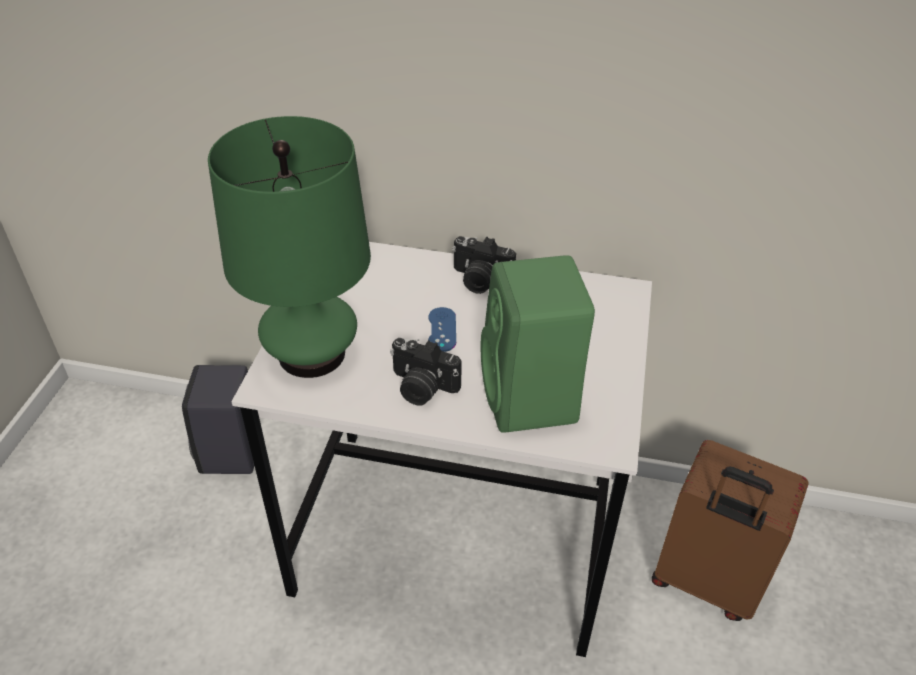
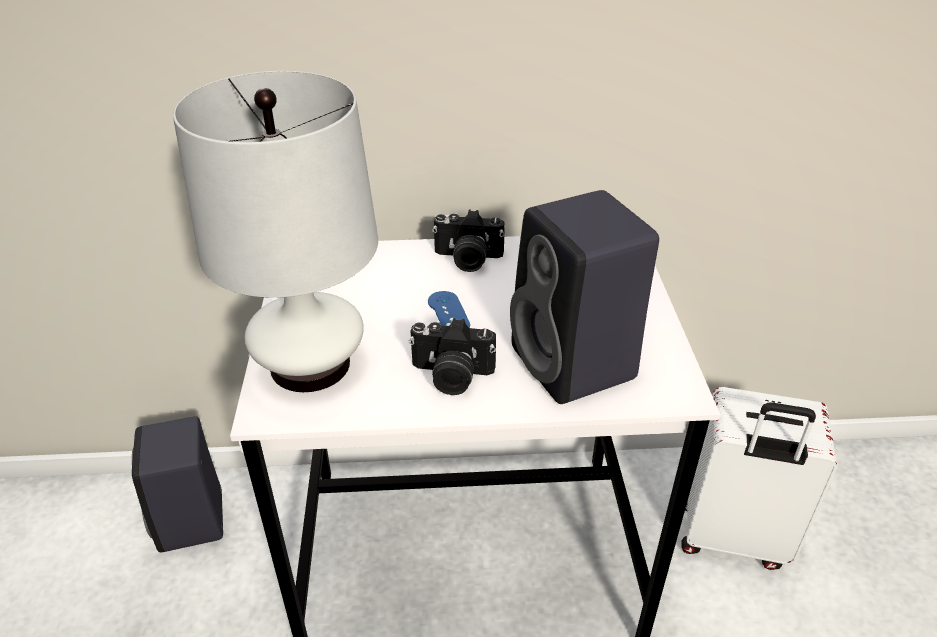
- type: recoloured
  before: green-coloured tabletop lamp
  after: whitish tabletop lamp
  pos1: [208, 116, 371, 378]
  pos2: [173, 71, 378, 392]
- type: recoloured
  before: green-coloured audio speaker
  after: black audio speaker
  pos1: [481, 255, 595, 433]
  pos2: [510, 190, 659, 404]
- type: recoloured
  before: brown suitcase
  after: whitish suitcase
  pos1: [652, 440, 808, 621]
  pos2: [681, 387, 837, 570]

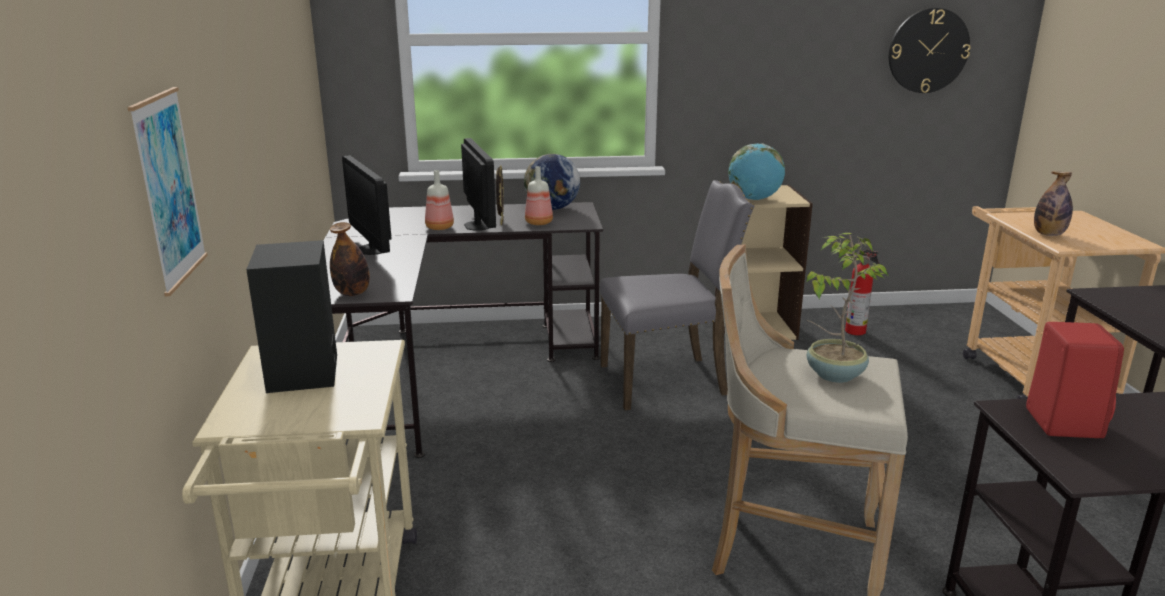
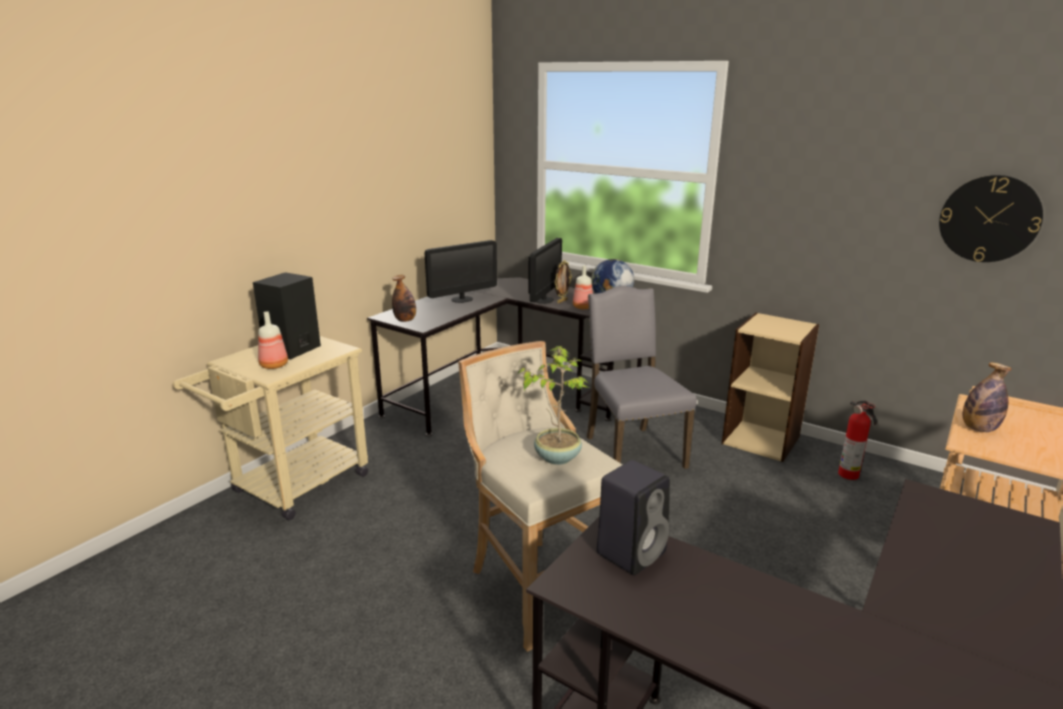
- type: removed
  before: wall art
  pos1: [127, 87, 208, 296]
- type: removed
  before: globe
  pos1: [728, 144, 785, 200]
- type: moved
  before: bottle
  pos1: [425, 170, 454, 230]
  pos2: [258, 311, 288, 369]
- type: recoloured
  before: red audio speaker
  after: black audio speaker
  pos1: [1026, 322, 1124, 438]
  pos2: [597, 460, 670, 575]
- type: turned
  before: monitor
  pos1: [342, 155, 392, 255]
  pos2: [425, 240, 497, 303]
  turn: -135
- type: turned
  before: gray chair
  pos1: [600, 180, 754, 410]
  pos2: [587, 286, 697, 469]
  turn: -135

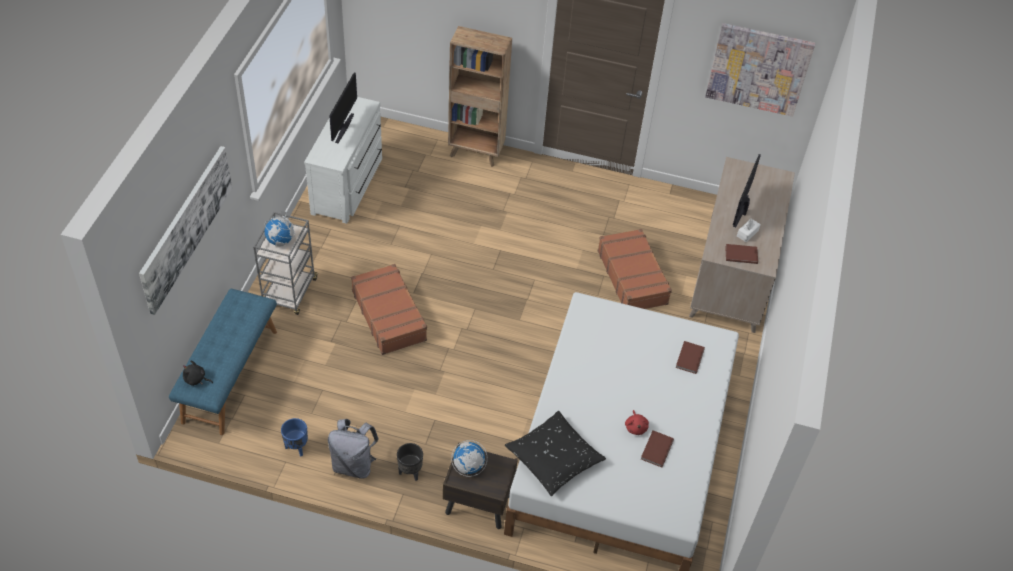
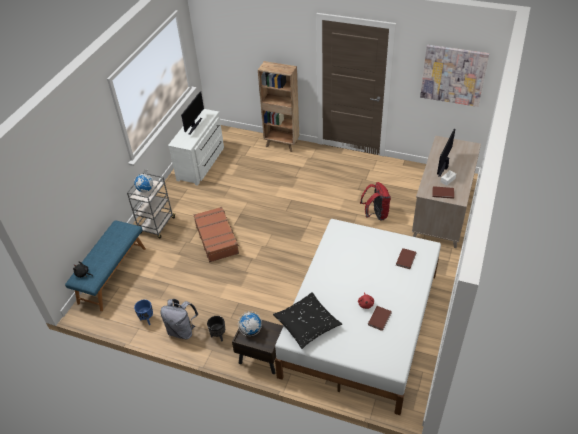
- type: removed
  before: wall art
  pos1: [139, 146, 232, 315]
- type: replaced
  before: brown suitcase
  after: red rucksack
  pos1: [598, 229, 672, 309]
  pos2: [360, 182, 391, 220]

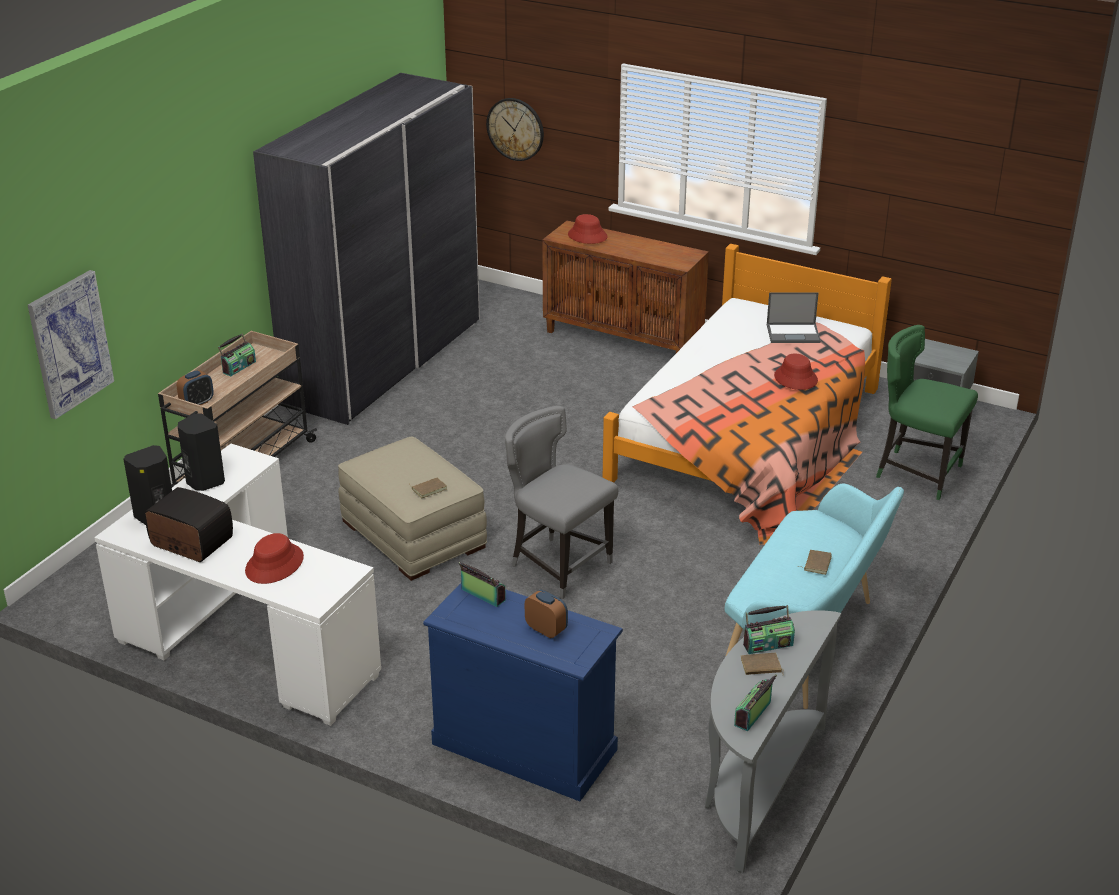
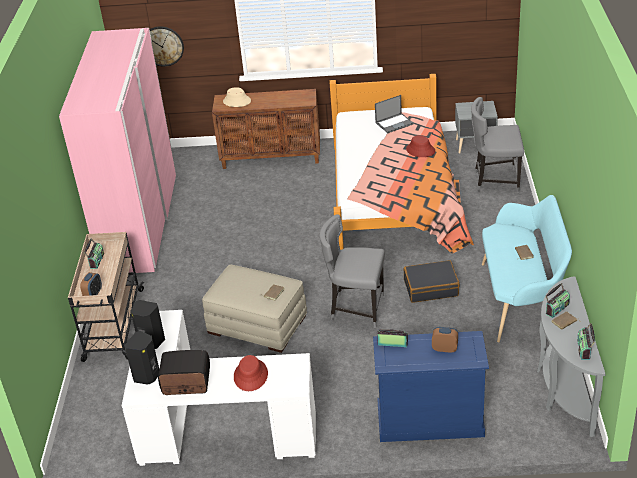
- type: removed
  before: wall art
  pos1: [28, 270, 114, 419]
- type: added
  after: black suitcase
  pos2: [404, 260, 459, 303]
- type: recoloured
  before: gray armoire
  after: pinkish armoire
  pos1: [253, 73, 480, 425]
  pos2: [59, 28, 176, 273]
- type: recoloured
  before: red clothing hat
  after: beige-coloured clothing hat
  pos1: [568, 214, 608, 244]
  pos2: [223, 87, 251, 107]
- type: recoloured
  before: green-coloured chair
  after: gray chair
  pos1: [876, 325, 978, 500]
  pos2: [471, 97, 524, 193]

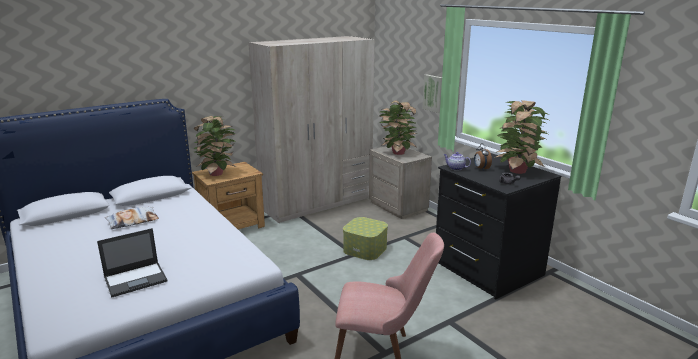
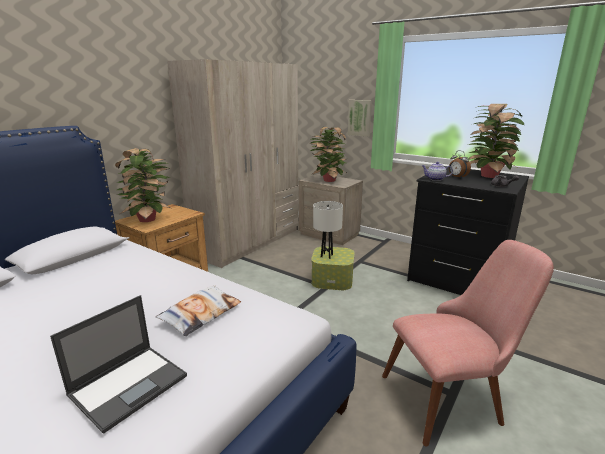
- type: added
  after: whitish tabletop lamp
  pos2: [313, 201, 343, 259]
- type: moved
  before: cushion
  pos1: [105, 207, 159, 230]
  pos2: [156, 285, 241, 336]

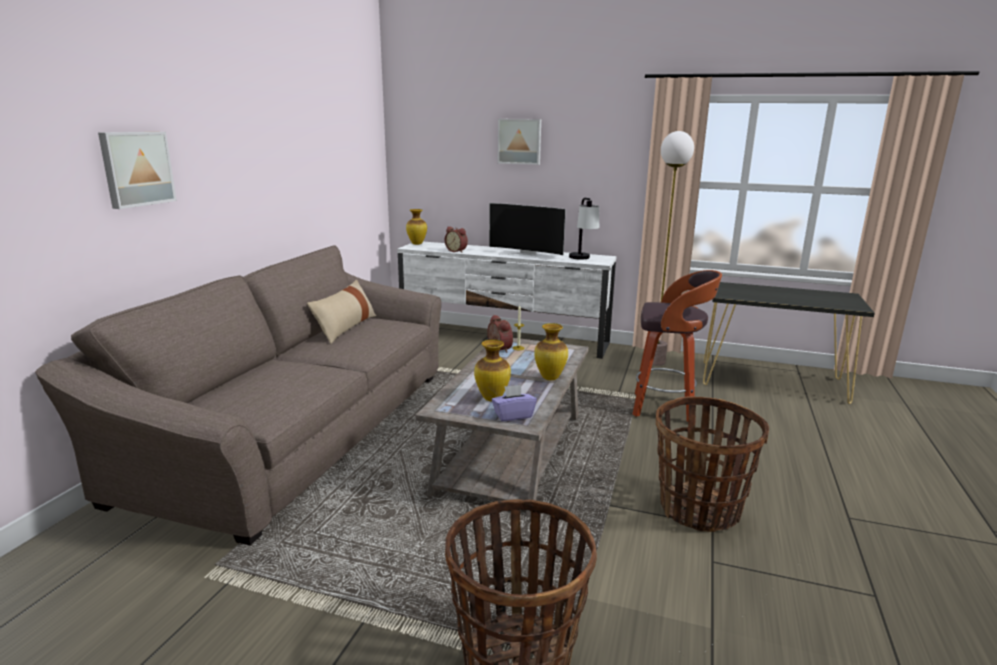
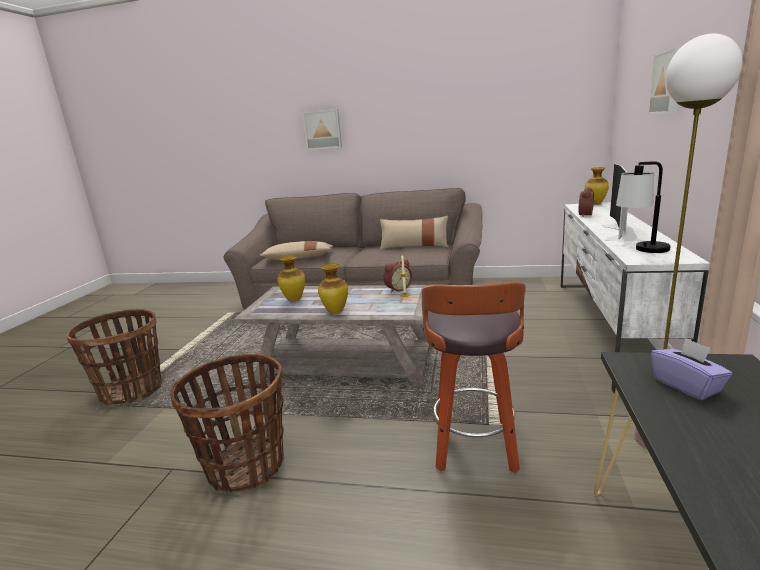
- type: added
  after: beige-coloured cushion
  pos2: [260, 241, 333, 260]
- type: moved
  before: purple-coloured tissue box
  pos1: [492, 385, 537, 421]
  pos2: [651, 338, 732, 400]

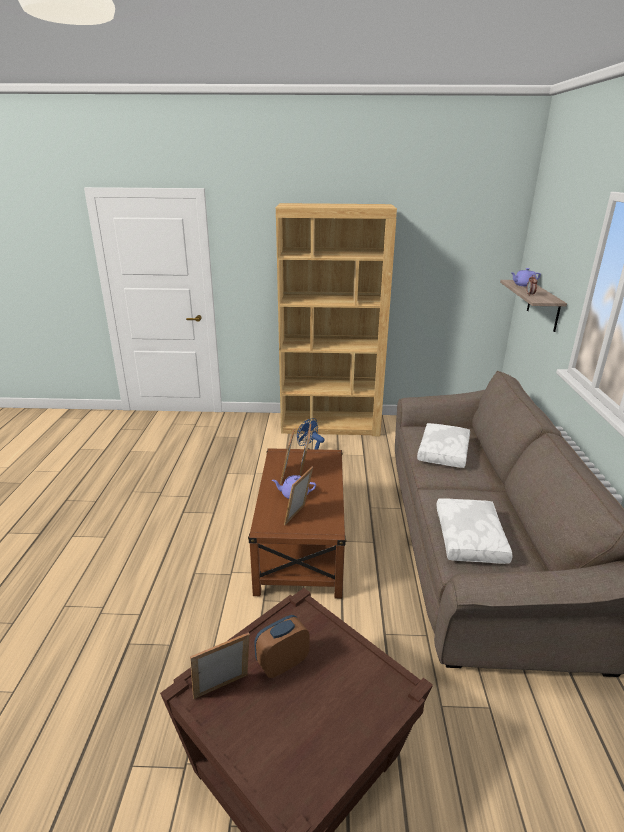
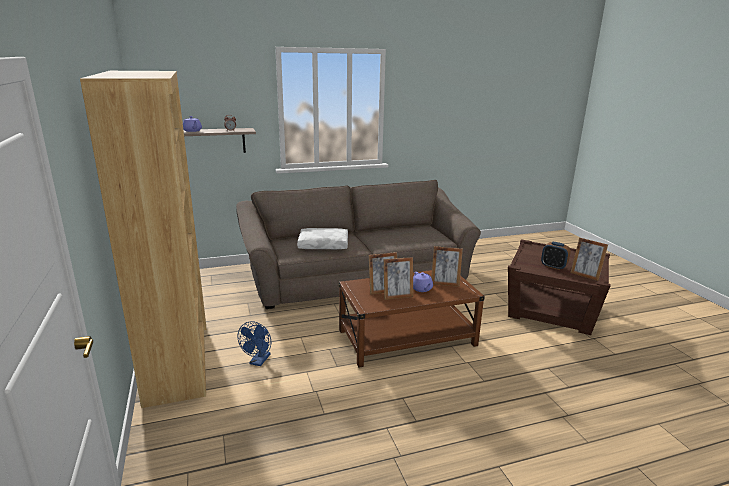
- type: removed
  before: whitish cushion
  pos1: [436, 498, 513, 564]

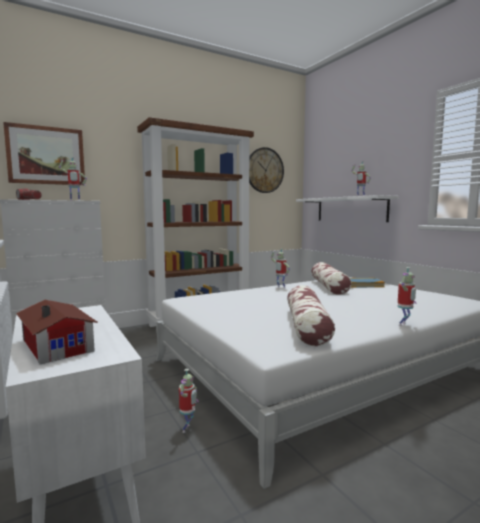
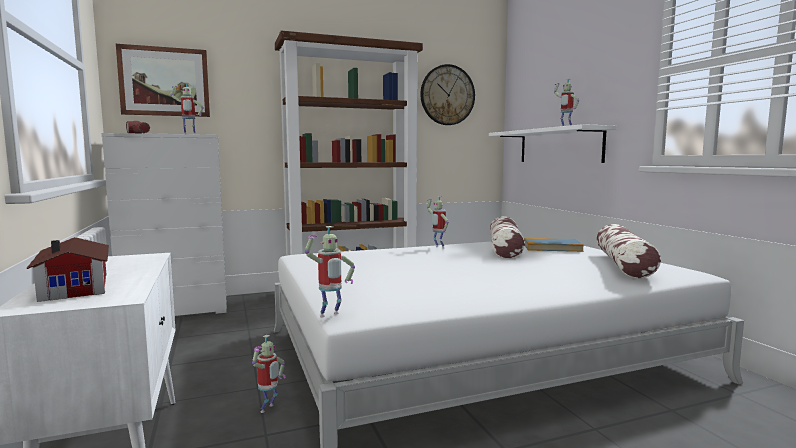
- type: moved
  before: cushion
  pos1: [287, 285, 335, 346]
  pos2: [597, 224, 661, 278]
- type: moved
  before: toy robot
  pos1: [397, 267, 417, 326]
  pos2: [305, 226, 355, 317]

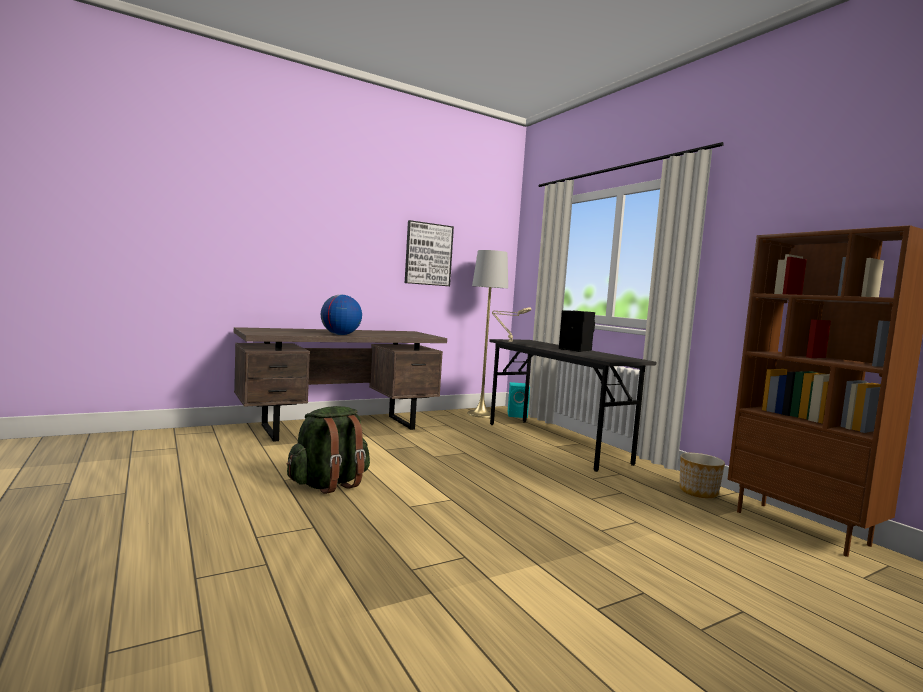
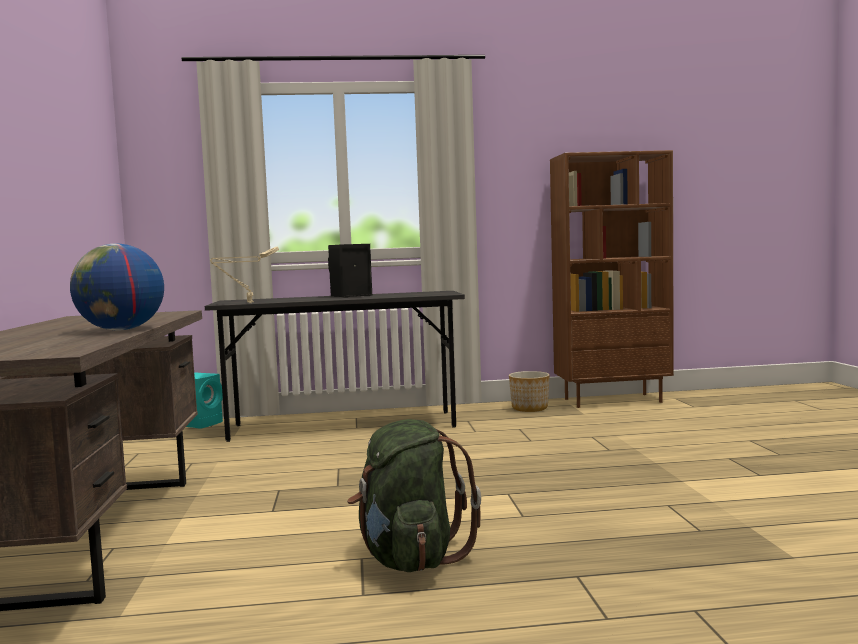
- type: removed
  before: wall art
  pos1: [405, 220, 454, 286]
- type: removed
  before: gray floor lamp
  pos1: [467, 250, 508, 418]

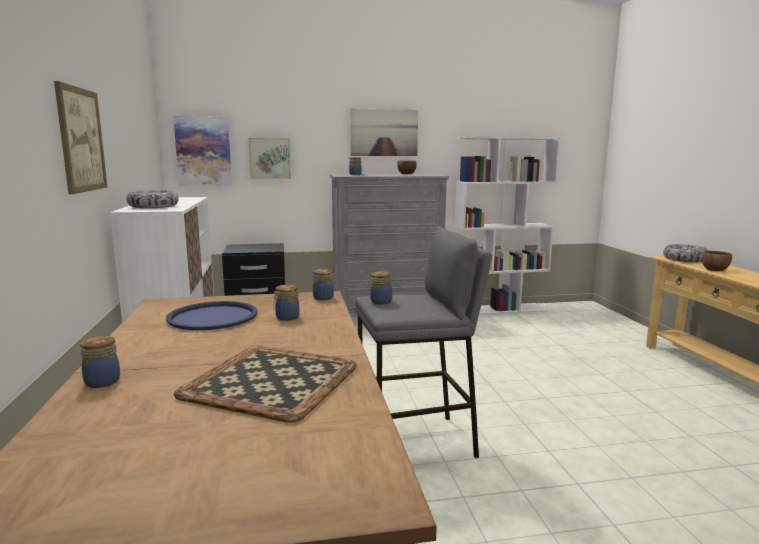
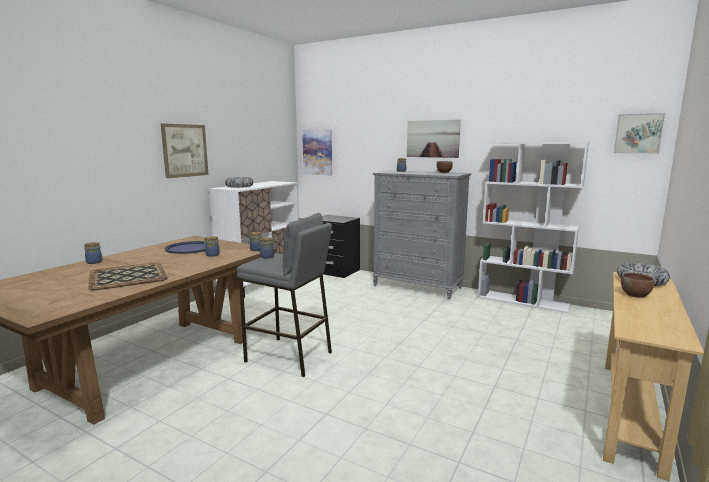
- type: moved
  before: wall art
  pos1: [248, 138, 291, 179]
  pos2: [614, 113, 665, 154]

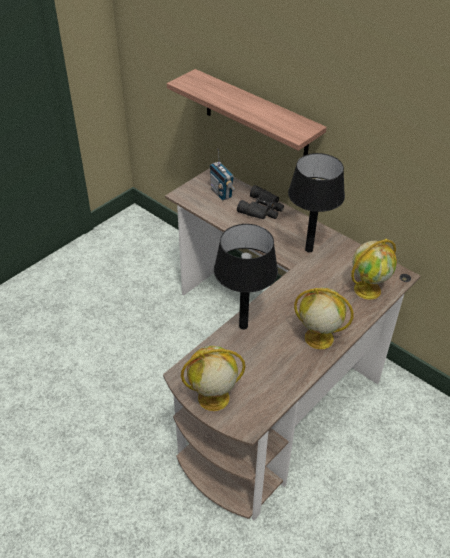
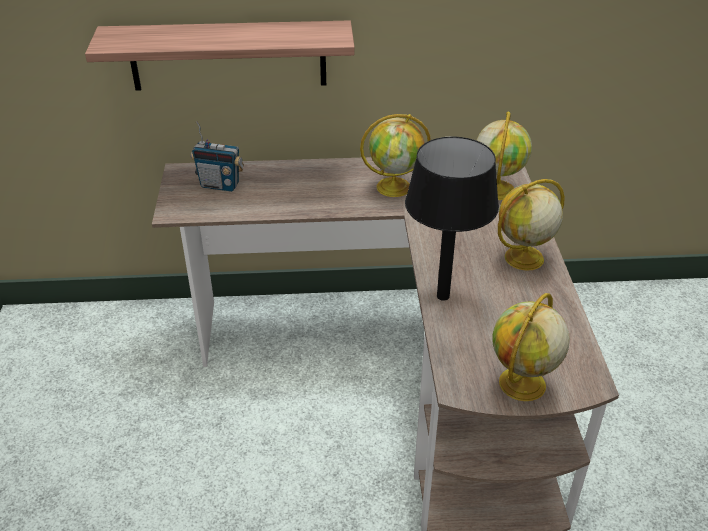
- type: removed
  before: black binoculars
  pos1: [237, 185, 284, 219]
- type: replaced
  before: black tabletop lamp
  after: globe
  pos1: [288, 153, 345, 253]
  pos2: [360, 114, 431, 197]

